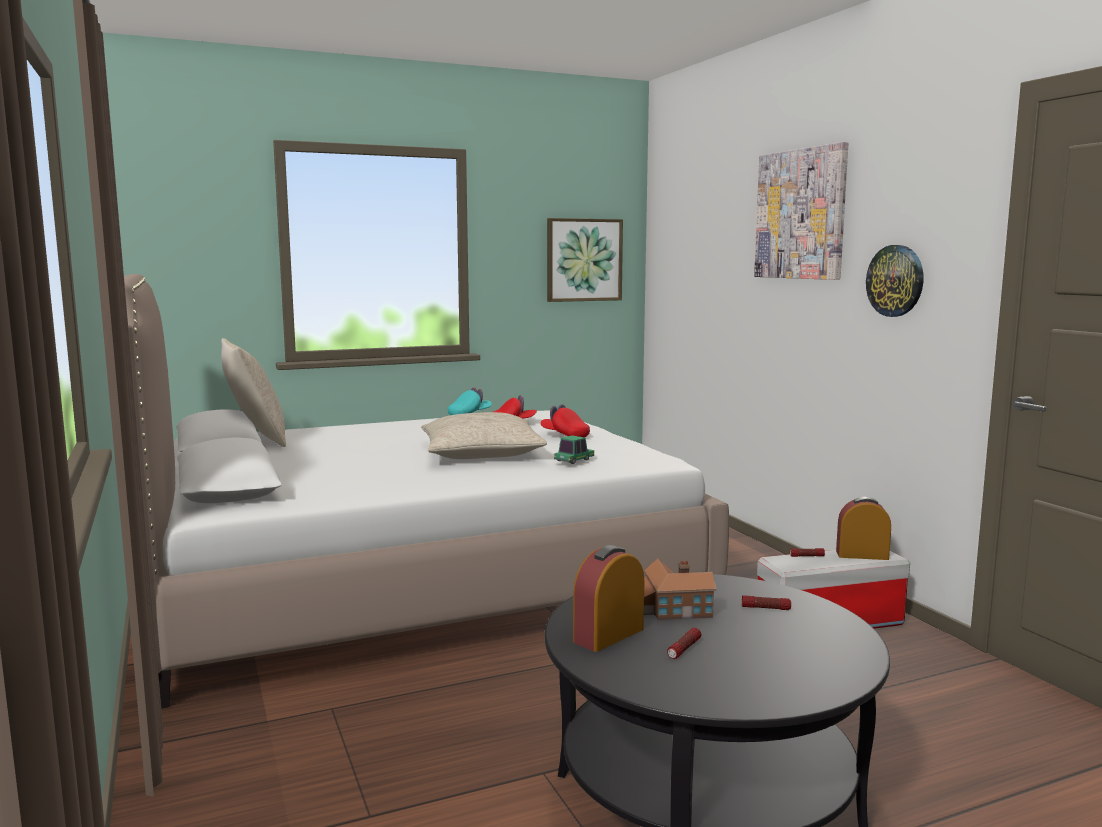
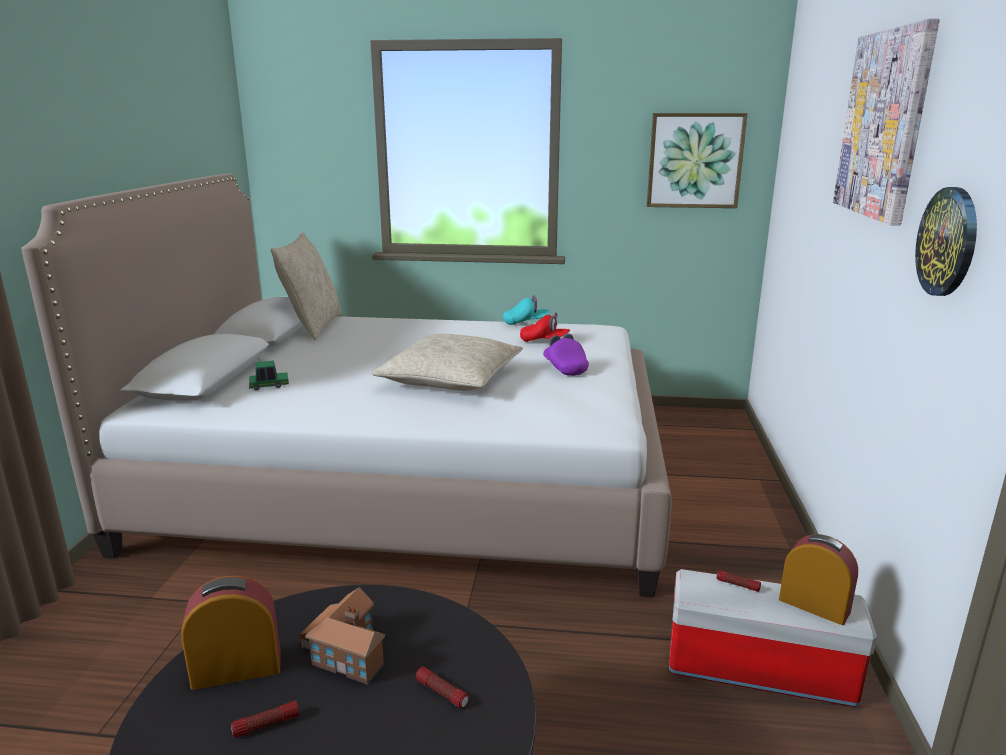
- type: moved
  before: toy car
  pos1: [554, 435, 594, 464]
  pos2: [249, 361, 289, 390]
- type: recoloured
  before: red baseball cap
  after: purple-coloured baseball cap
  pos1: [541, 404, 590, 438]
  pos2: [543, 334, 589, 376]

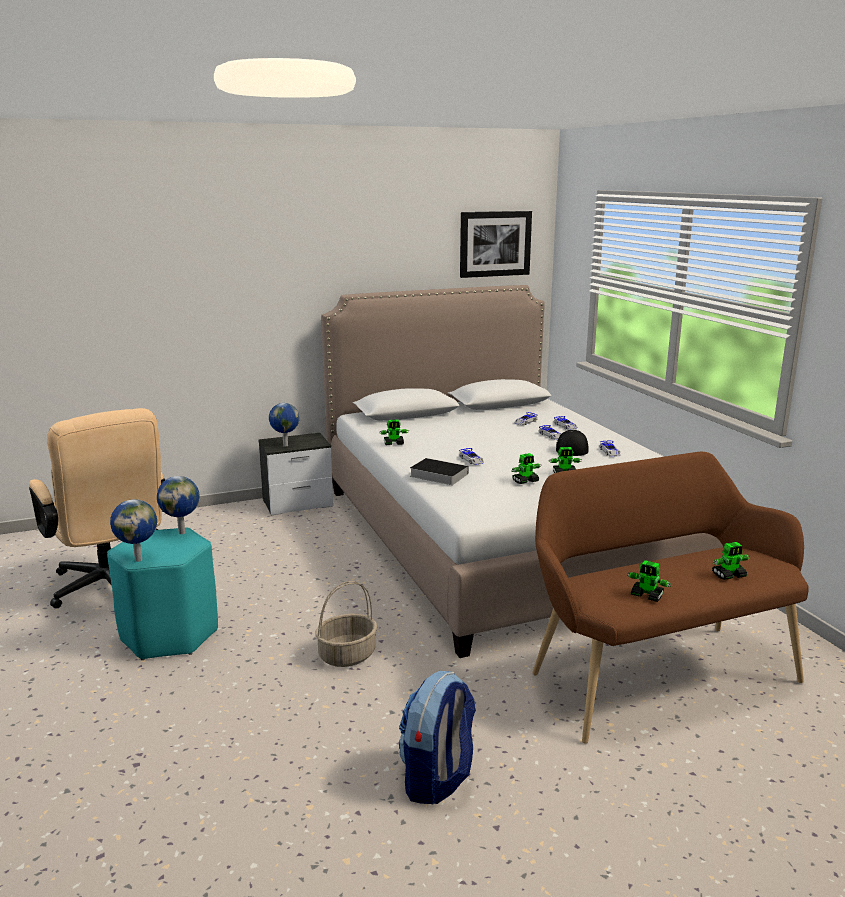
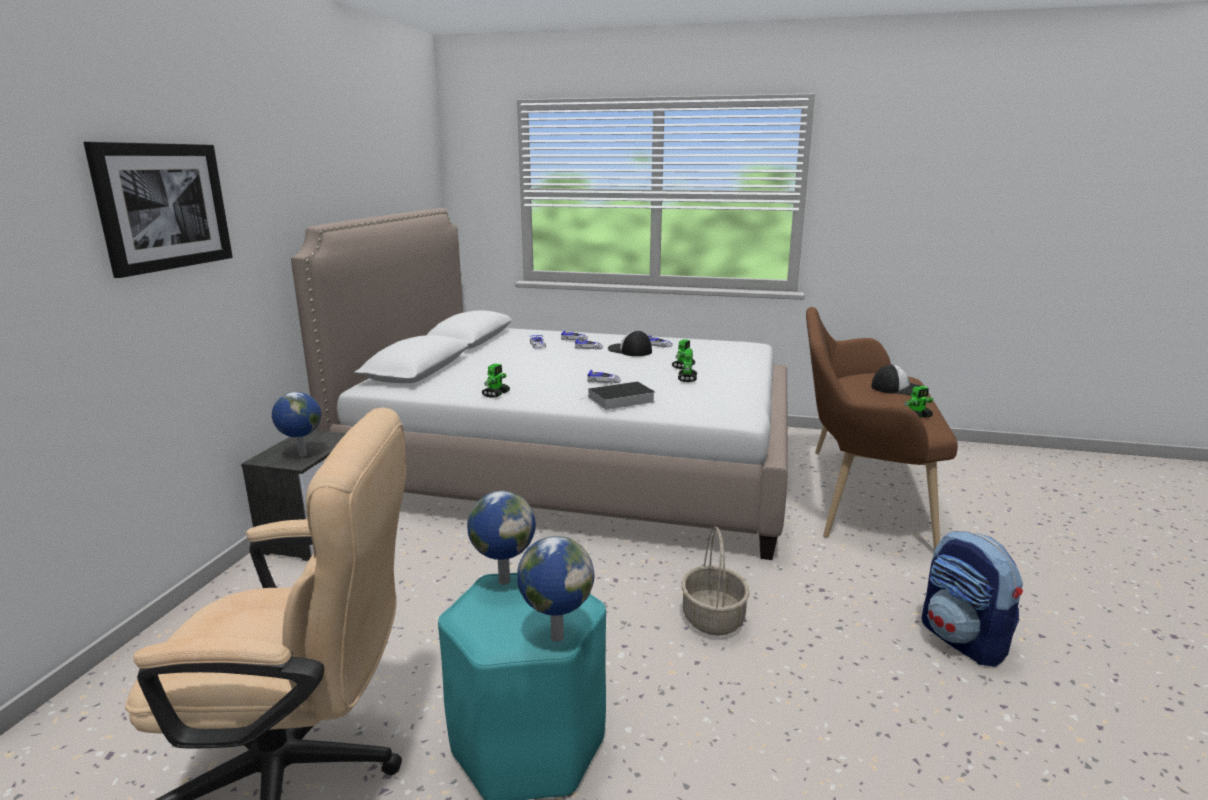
- type: moved
  before: wall art
  pos1: [460, 211, 532, 278]
  pos2: [83, 142, 233, 278]
- type: replaced
  before: toy robot
  after: baseball cap
  pos1: [712, 542, 750, 580]
  pos2: [871, 365, 921, 395]

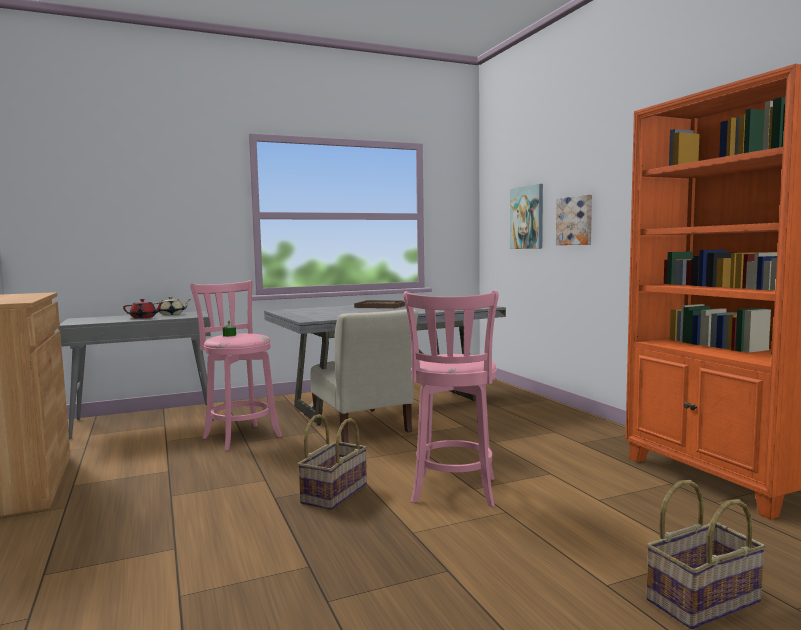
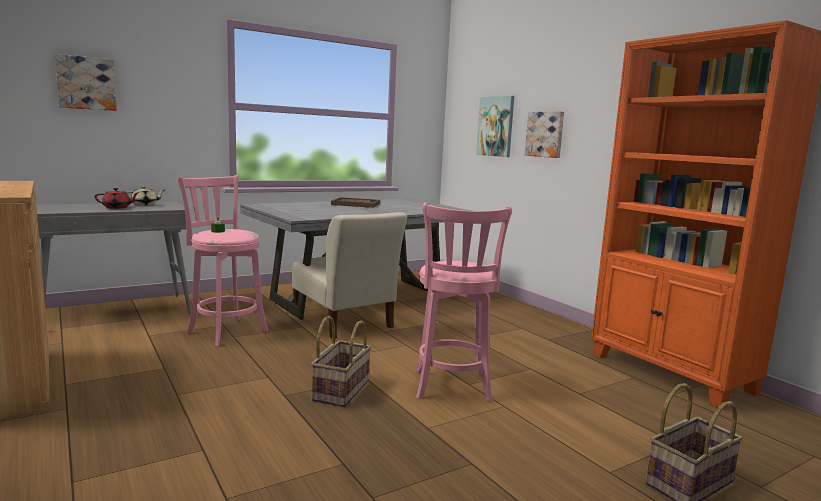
- type: added
  after: wall art
  pos2: [55, 54, 117, 111]

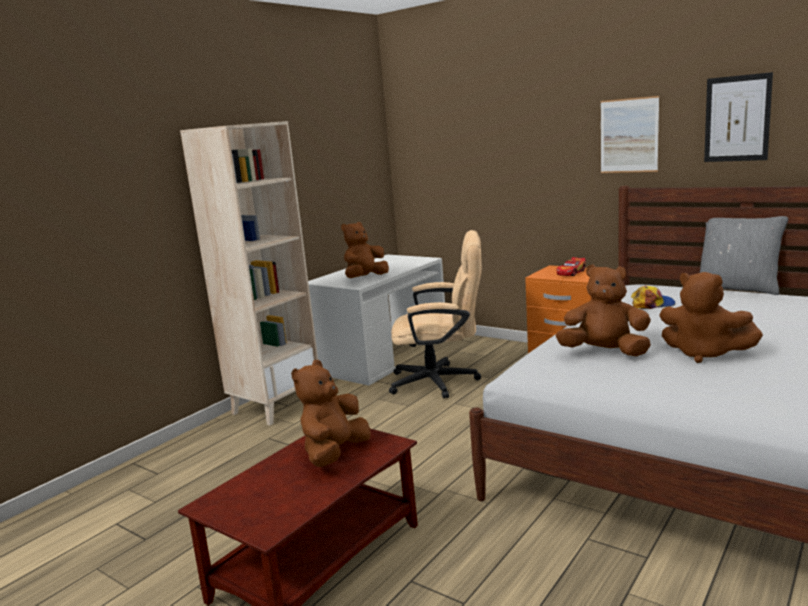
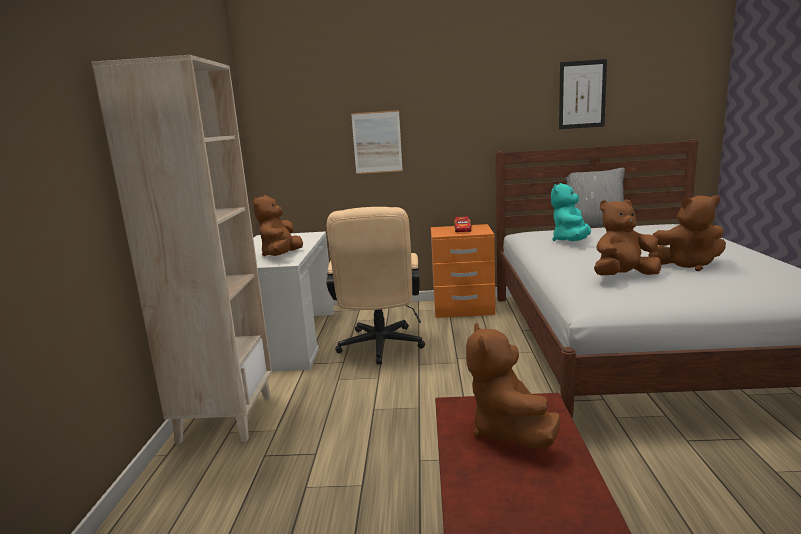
- type: moved
  before: wall art
  pos1: [601, 96, 659, 173]
  pos2: [351, 110, 403, 174]
- type: replaced
  before: baseball cap
  after: blue-green plush toy
  pos1: [631, 286, 675, 309]
  pos2: [551, 183, 591, 241]
- type: turned
  before: beige-coloured desk chair
  pos1: [389, 230, 482, 399]
  pos2: [326, 207, 425, 365]
  turn: 120

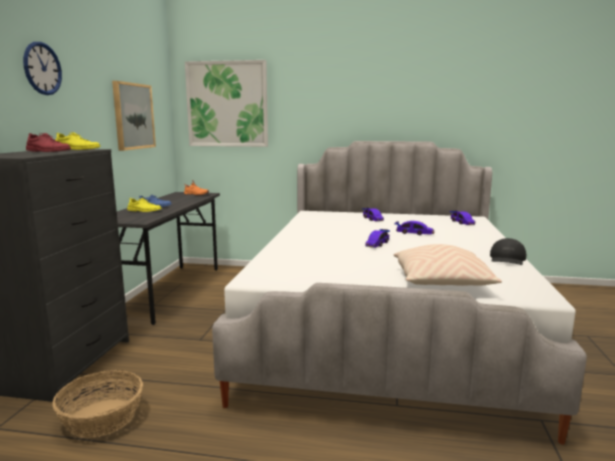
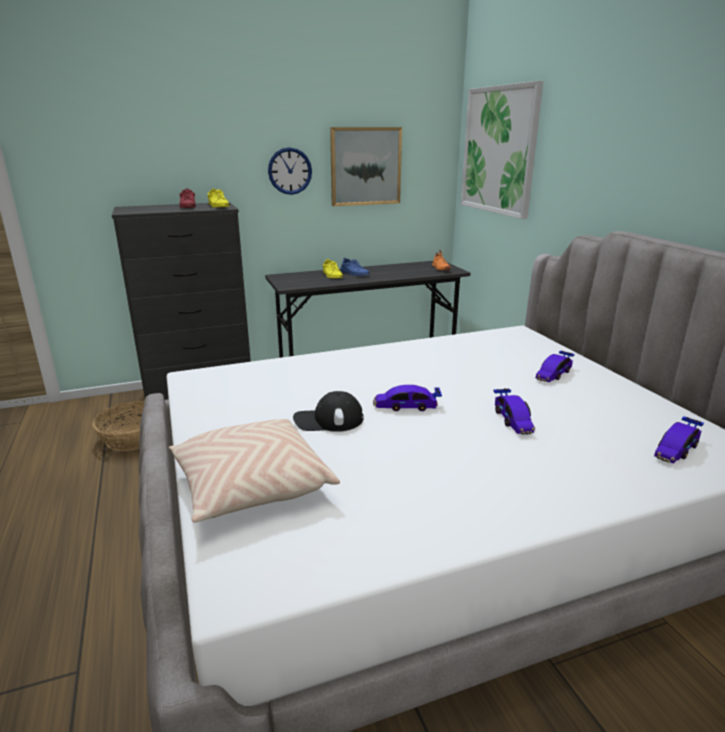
- type: moved
  before: clock on the wall
  pos1: [23, 42, 62, 95]
  pos2: [268, 147, 312, 195]
- type: moved
  before: black baseball cap
  pos1: [490, 238, 526, 265]
  pos2: [293, 391, 364, 432]

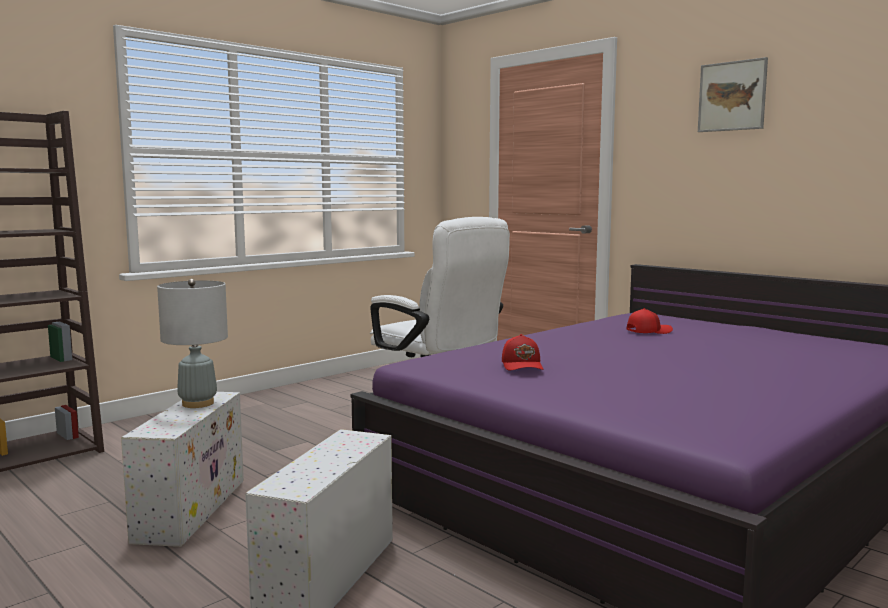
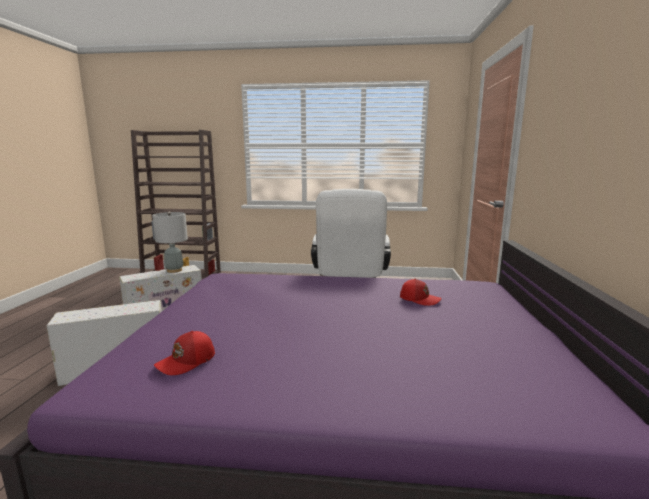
- type: removed
  before: wall art
  pos1: [698, 57, 768, 132]
- type: moved
  before: red baseball cap
  pos1: [502, 334, 543, 370]
  pos2: [154, 331, 215, 375]

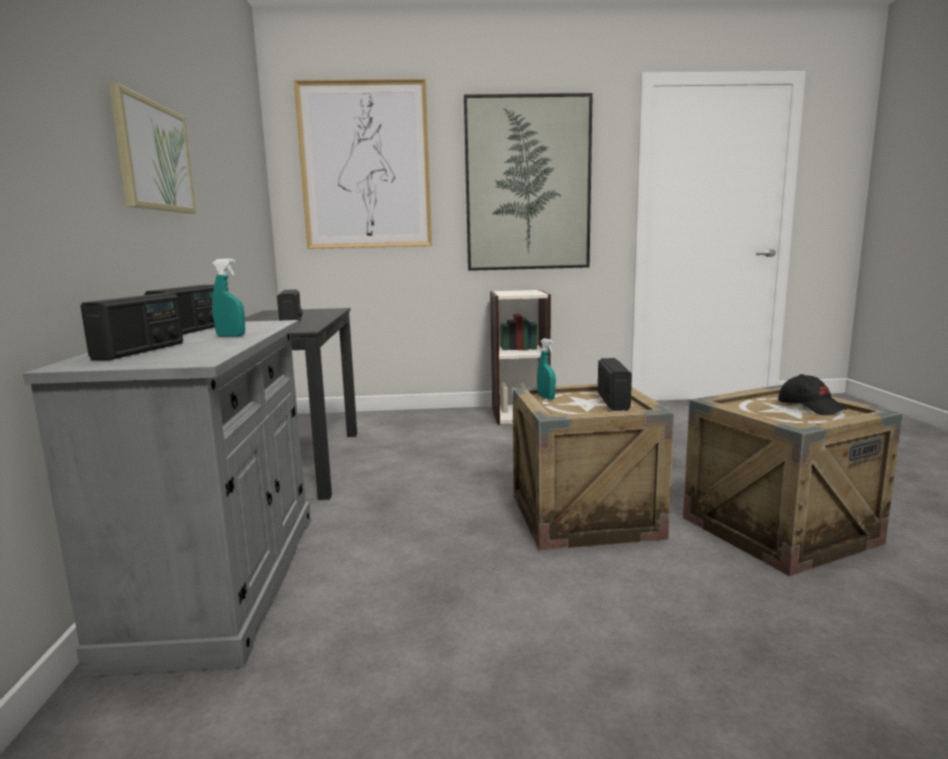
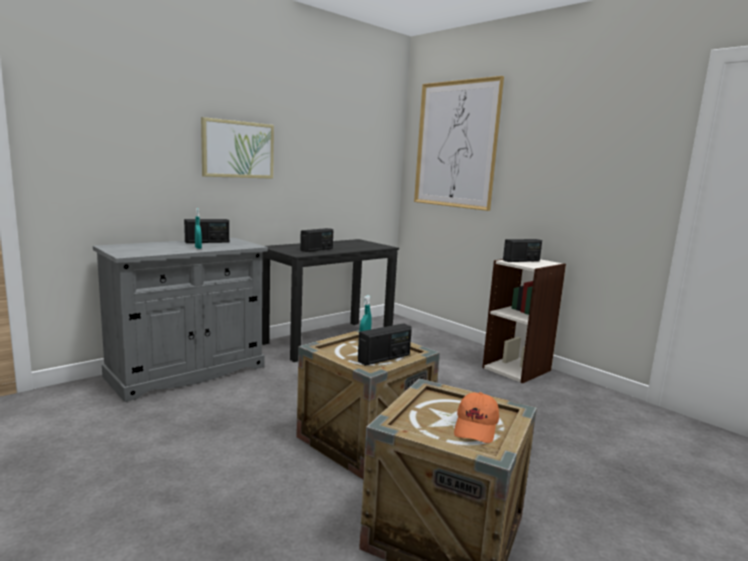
- type: removed
  before: wall art
  pos1: [464, 93, 593, 271]
- type: moved
  before: radio set
  pos1: [80, 293, 183, 360]
  pos2: [503, 239, 542, 262]
- type: recoloured
  before: black baseball cap
  after: orange baseball cap
  pos1: [778, 374, 847, 415]
  pos2: [454, 392, 499, 443]

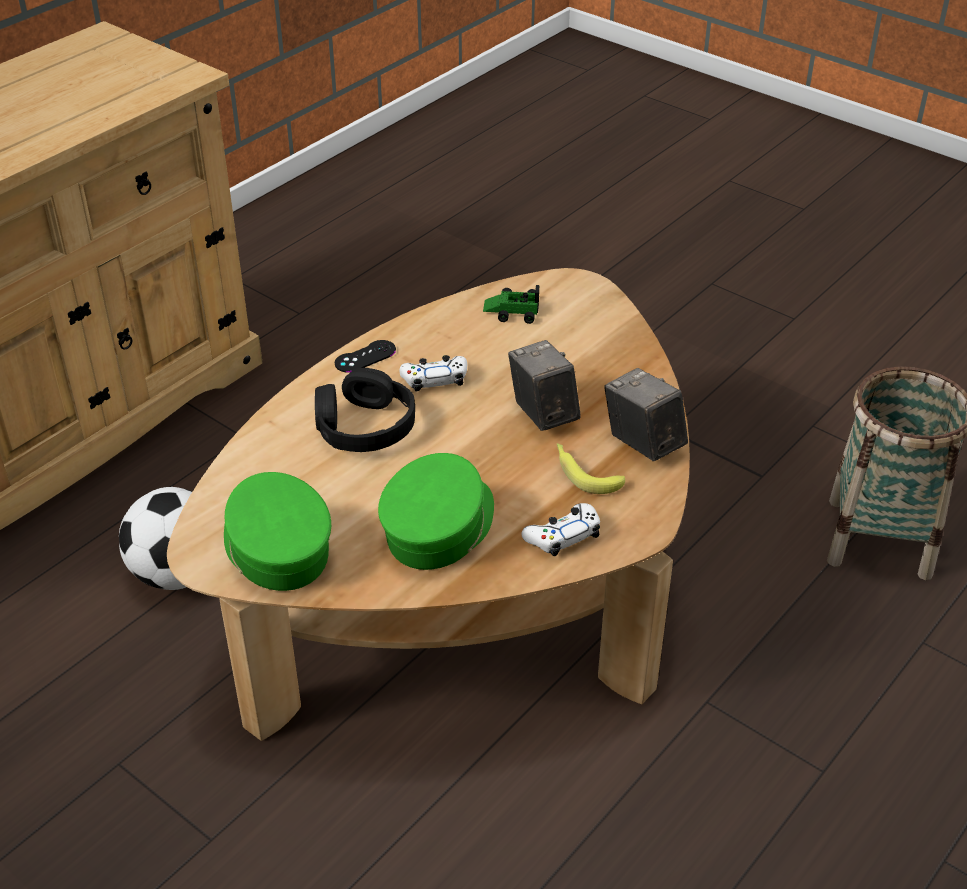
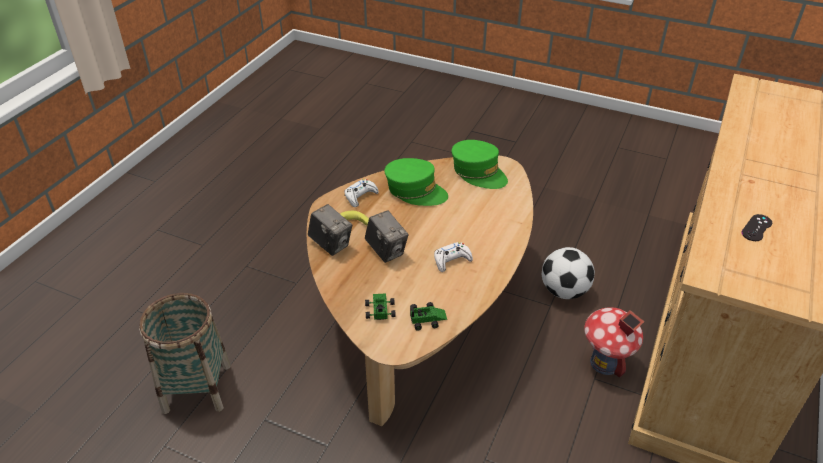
- type: removed
  before: black pair of headphones
  pos1: [315, 368, 415, 452]
- type: added
  after: toy car
  pos2: [365, 293, 396, 320]
- type: added
  after: toy house
  pos2: [584, 307, 644, 378]
- type: moved
  before: black gamepad
  pos1: [335, 340, 396, 373]
  pos2: [742, 214, 772, 241]
- type: turned
  before: green-coloured baseball cap
  pos1: [378, 453, 494, 570]
  pos2: [385, 158, 448, 206]
  turn: -75

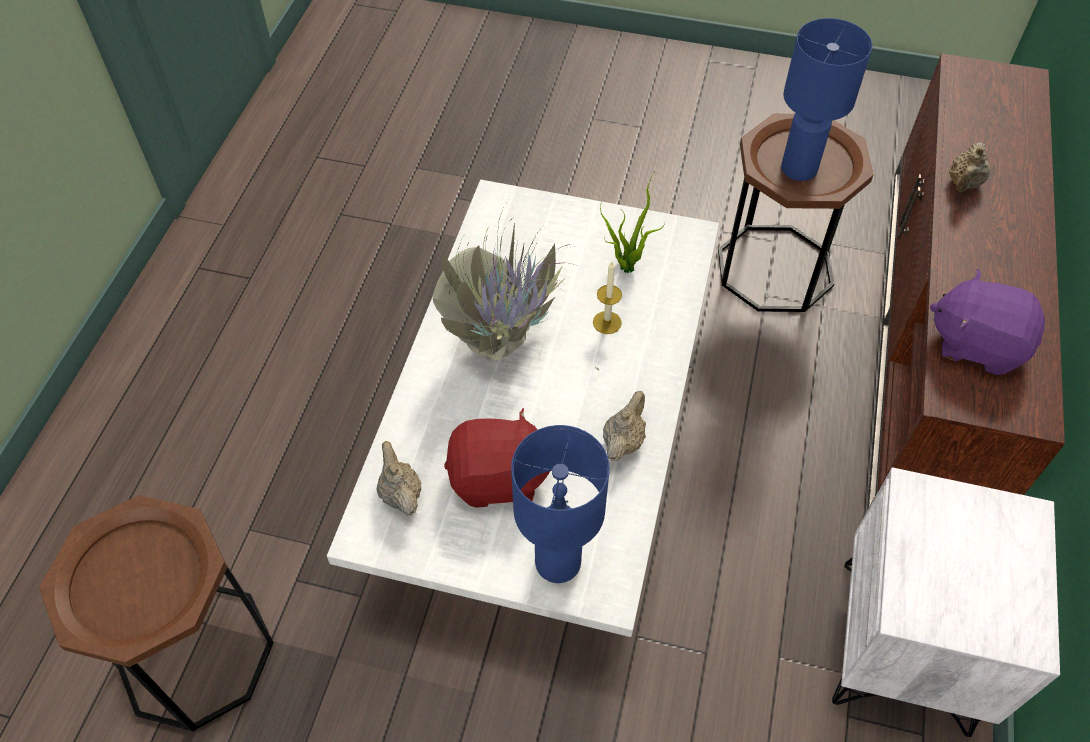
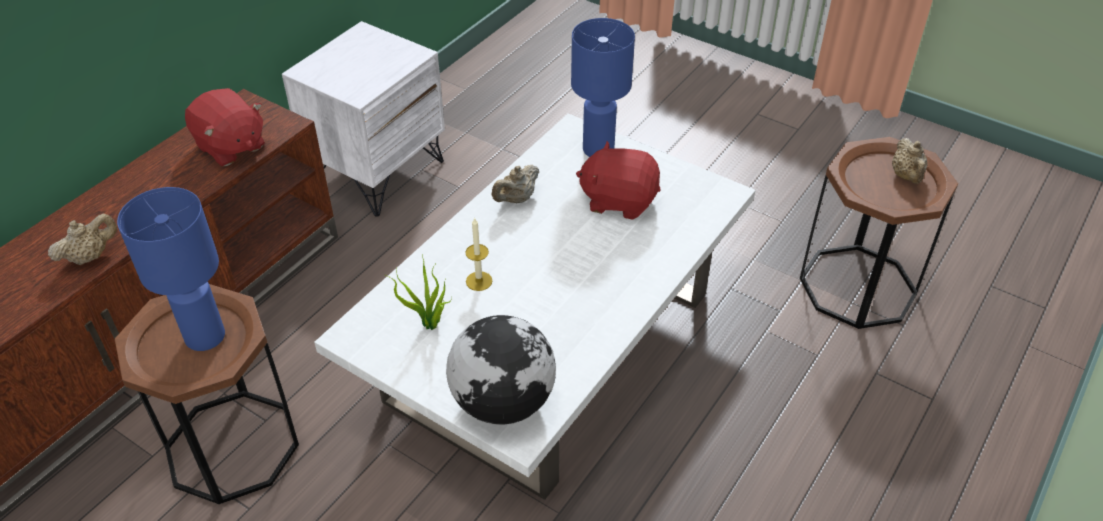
- type: removed
  before: plant in a pot
  pos1: [433, 206, 599, 379]
- type: added
  after: globe
  pos2: [446, 315, 556, 425]
- type: moved
  before: beige-coloured pot for tea
  pos1: [377, 441, 422, 516]
  pos2: [892, 138, 927, 184]
- type: recoloured
  before: purple-coloured plush toy
  after: red plush toy
  pos1: [930, 269, 1045, 375]
  pos2: [185, 88, 265, 166]

